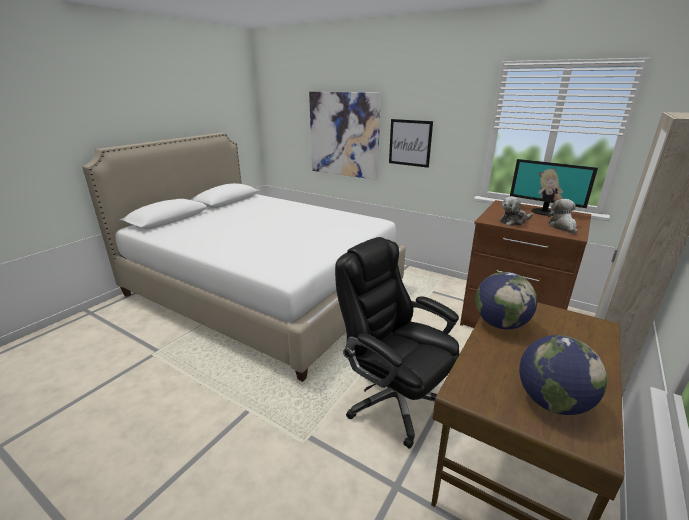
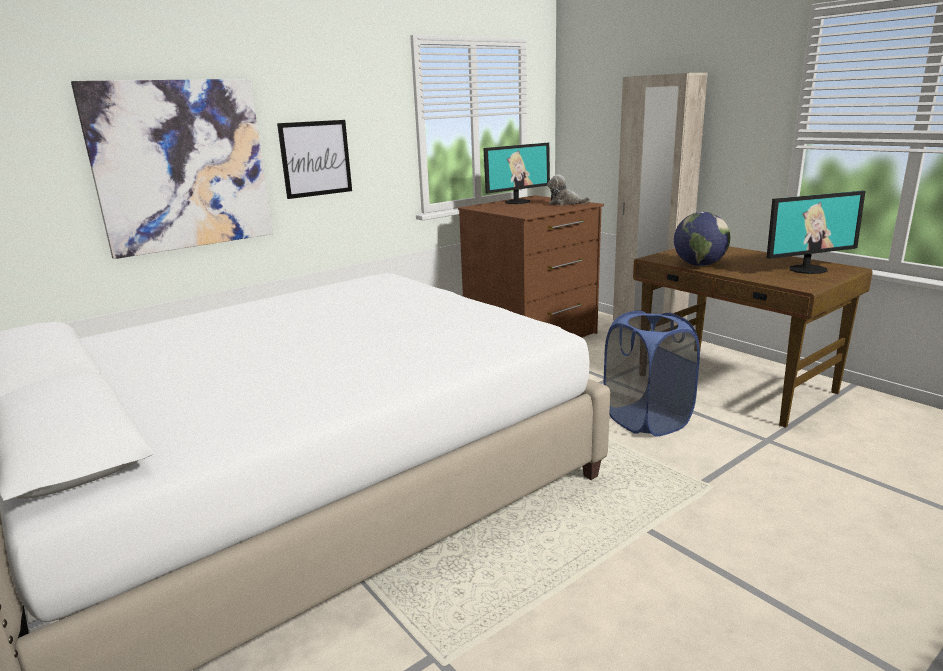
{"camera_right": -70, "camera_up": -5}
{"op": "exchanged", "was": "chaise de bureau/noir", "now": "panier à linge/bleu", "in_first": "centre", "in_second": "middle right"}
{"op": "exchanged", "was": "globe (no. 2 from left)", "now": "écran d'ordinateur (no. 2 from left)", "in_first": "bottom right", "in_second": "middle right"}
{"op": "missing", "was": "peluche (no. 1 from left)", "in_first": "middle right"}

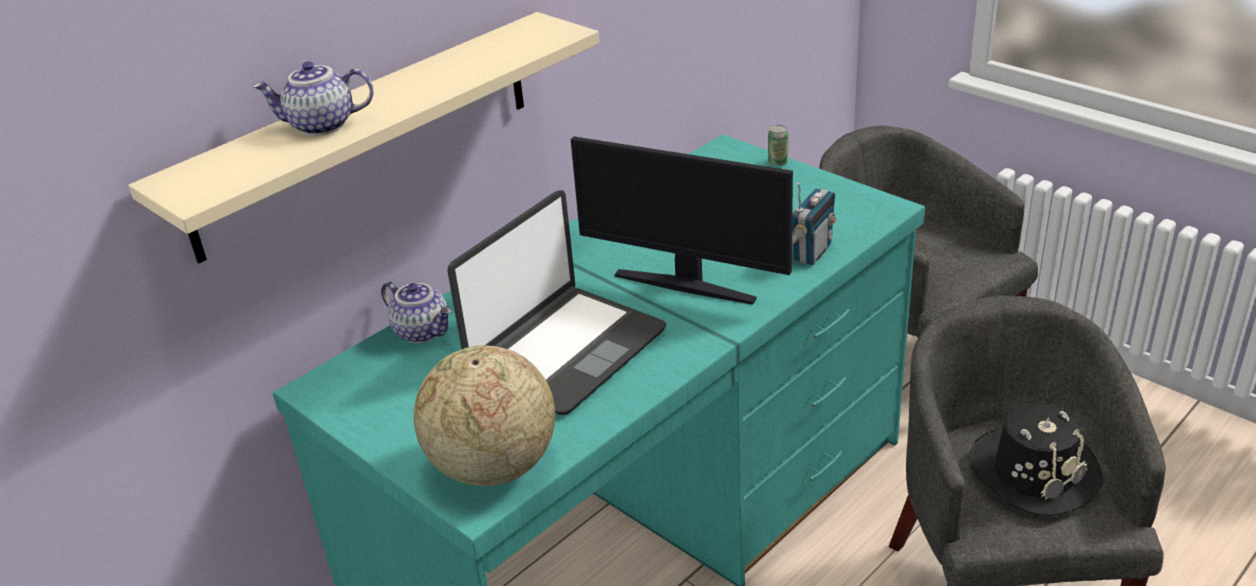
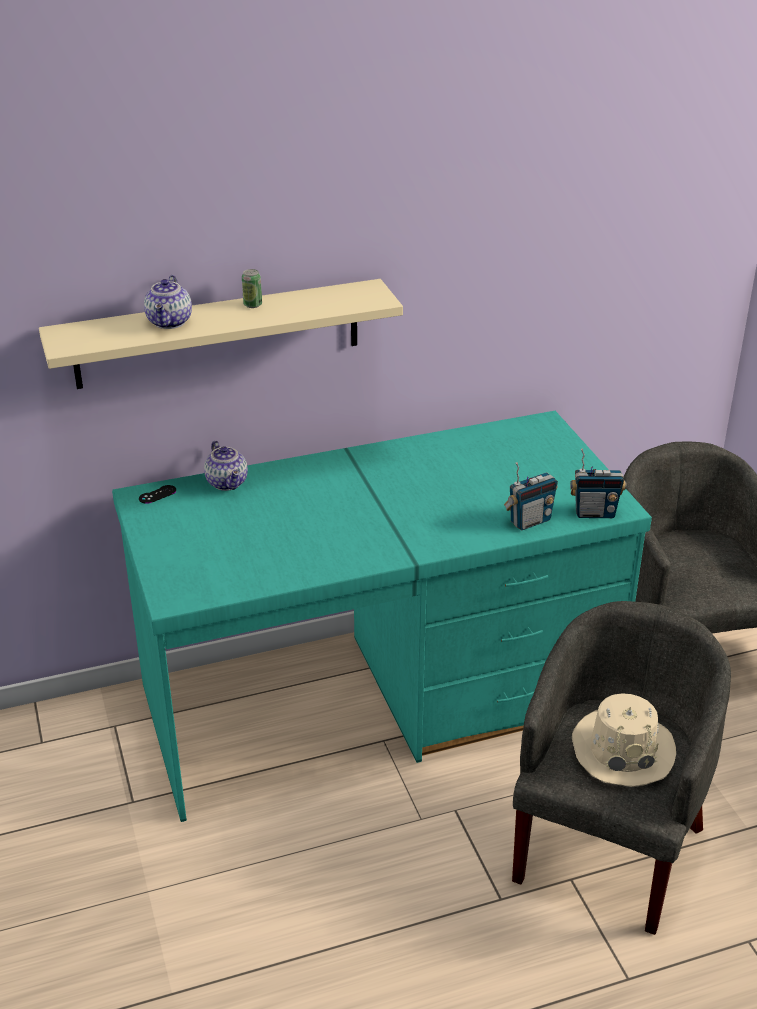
{"camera_right": 25, "camera_up": 0}
{"op": "appeared", "now": "manette/noir", "in_second": "middle left"}
{"op": "spun", "was": "théière (no. 1 from left)", "in_first": "top left", "in_second": "top left", "clockwise": -105}
{"op": "relocated", "was": "boîte métallique", "in_first": "top centre", "in_second": "top left"}
{"op": "appeared", "now": "radio (no. 2 from left)", "in_second": "middle right"}
{"op": "colour", "was": "chapeau/noir", "now": "chapeau/beige", "in_first": "bottom right", "in_second": "bottom right"}
{"op": "missing", "was": "globe", "in_first": "bottom centre"}
{"op": "missing", "was": "ordinateur portable", "in_first": "centre"}
{"op": "missing", "was": "écran d'ordinateur", "in_first": "centre"}

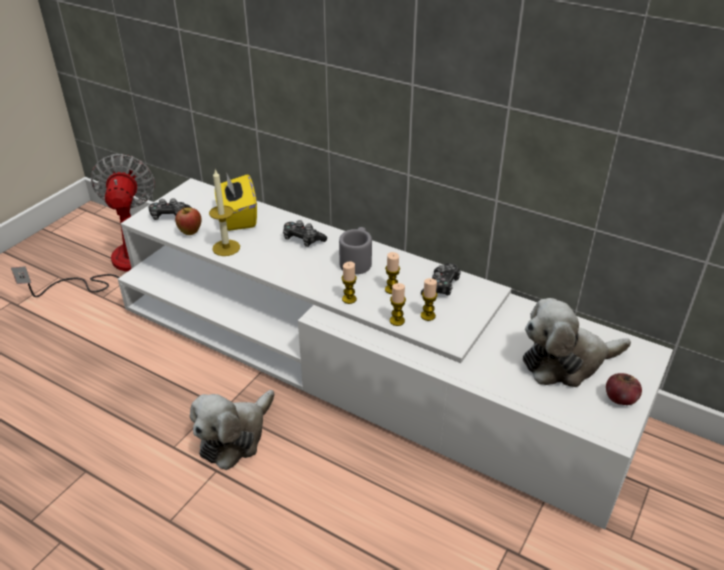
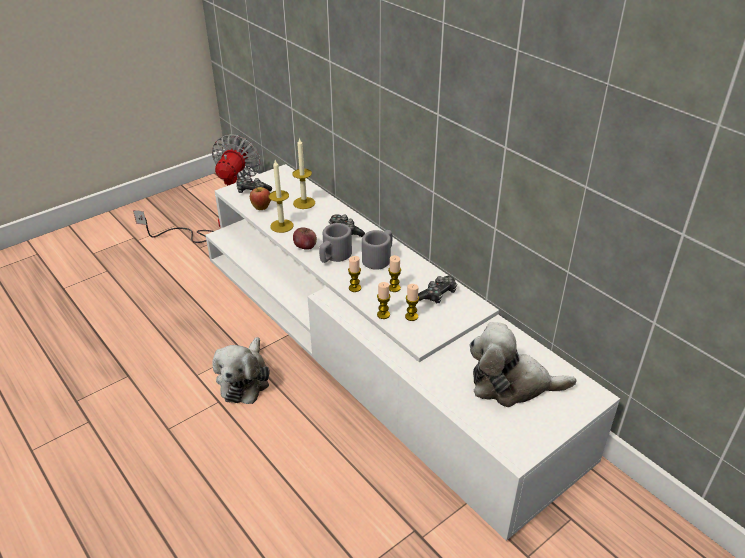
{"camera_right": 20, "camera_up": 0}
{"op": "spun", "was": "peluche (no. 1 from left)", "in_first": "bottom left", "in_second": "middle left", "clockwise": -45}
{"op": "exchanged", "was": "boîte à mouchoirs/jaune", "now": "bougie (no. 2 from left)", "in_first": "middle left", "in_second": "top centre"}
{"op": "relocated", "was": "pomme (no. 2 from left)", "in_first": "bottom right", "in_second": "centre"}
{"op": "appeared", "now": "mug/gris (no. 1 from left)", "in_second": "centre"}

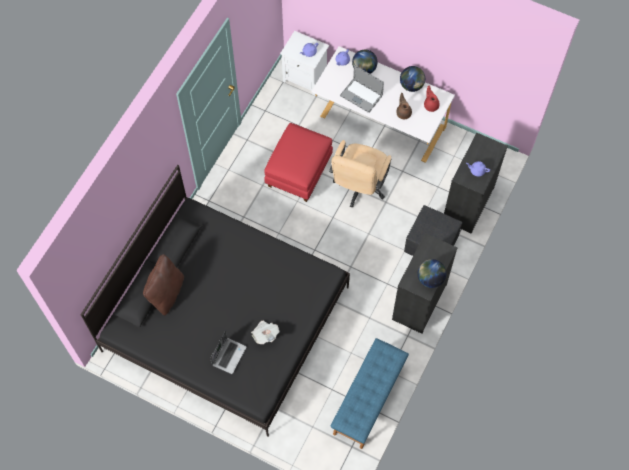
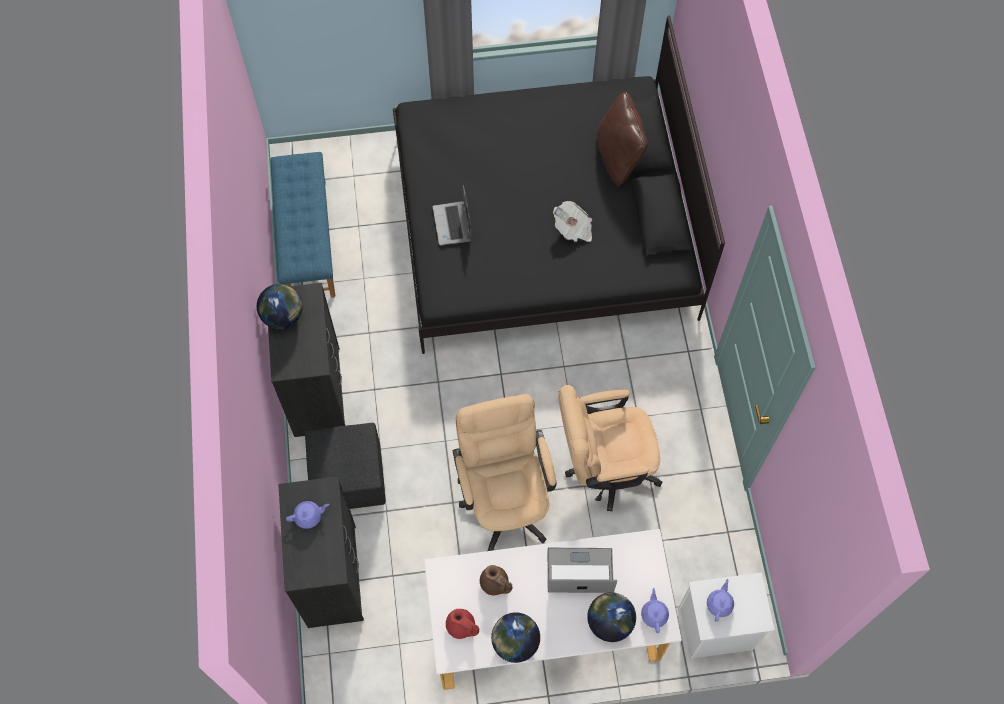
{"camera_right": 145, "camera_up": 0}
{"op": "relocated", "was": "ordinateur portable (no. 1 from left)", "in_first": "bottom centre", "in_second": "top centre"}
{"op": "relocated", "was": "journal", "in_first": "bottom centre", "in_second": "top centre"}
{"op": "exchanged", "was": "pouf/rouge", "now": "chaise de bureau/beige (no. 2 from left)", "in_first": "centre", "in_second": "centre"}

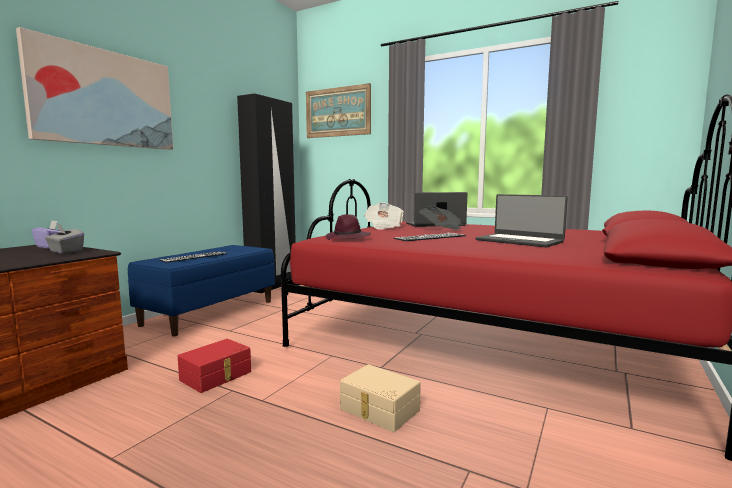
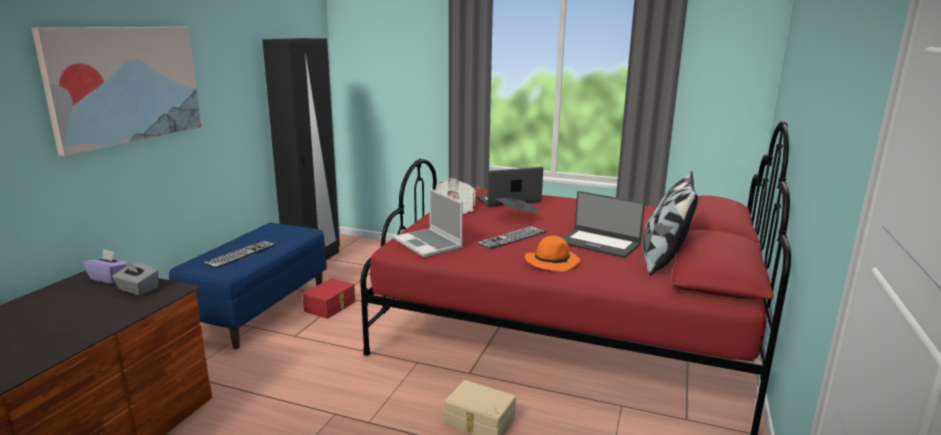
{"camera_right": -10, "camera_up": 10}
{"op": "relocated", "was": "boîte de rangement/rouge", "in_first": "bottom left", "in_second": "bottom centre"}
{"op": "exchanged", "was": "chapeau/violet", "now": "ordinateur portable (no. 1 from left)", "in_first": "centre", "in_second": "centre"}
{"op": "appeared", "now": "chapeau/orange", "in_second": "centre"}
{"op": "appeared", "now": "coussin", "in_second": "middle right"}
{"op": "missing", "was": "tableau (no. 2 from left)", "in_first": "top centre"}

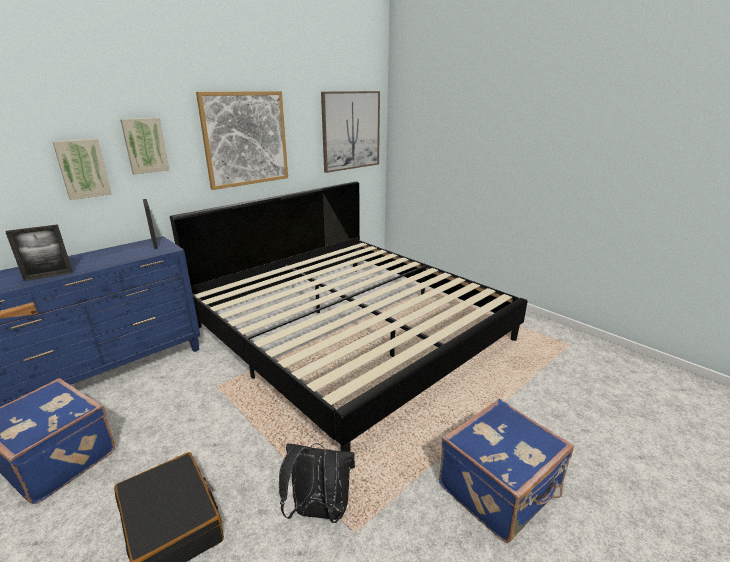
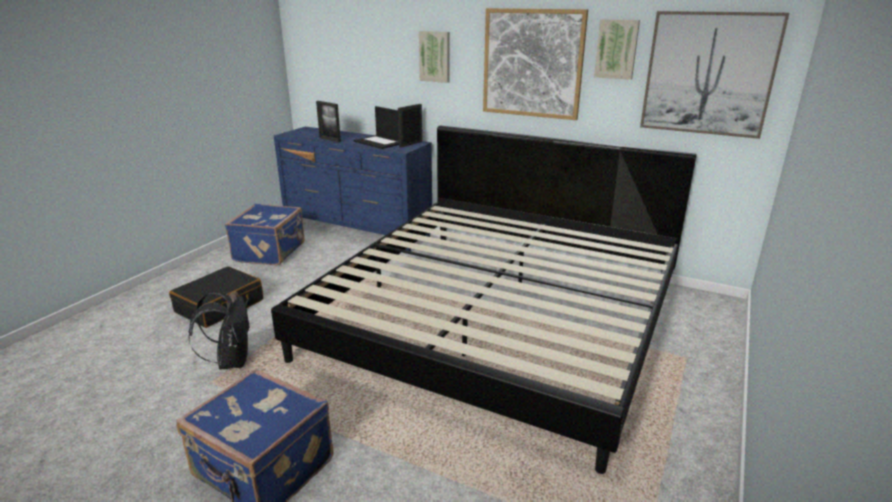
{"camera_right": 70, "camera_up": 0}
{"op": "appeared", "now": "ordinateur portable", "in_second": "top centre"}
{"op": "relocated", "was": "tableau (no. 1 from left in the first image)", "now": "tableau (no. 3 from left)", "in_first": "top left", "in_second": "top right"}

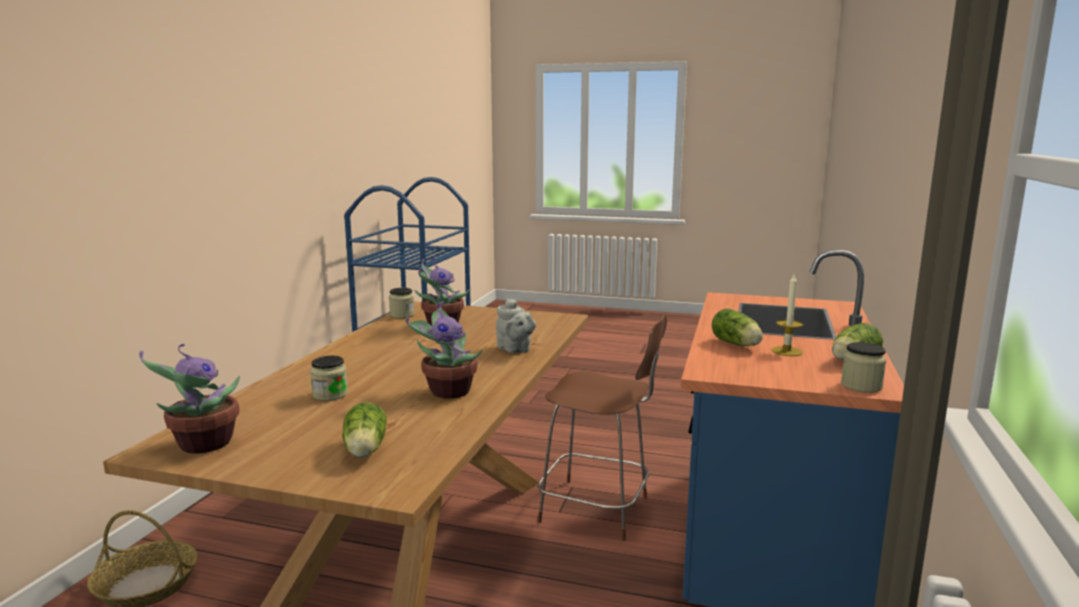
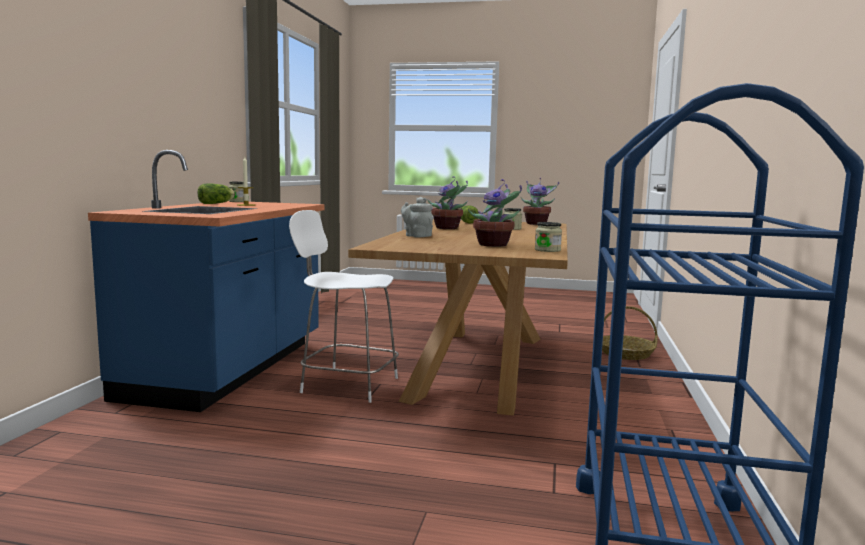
{"camera_right": 175, "camera_up": -5}
{"op": "colour", "was": "chaise/marron", "now": "chaise/blanc", "in_first": "bottom centre", "in_second": "centre"}
{"op": "missing", "was": "laitue (no. 2 from left)", "in_first": "middle right"}

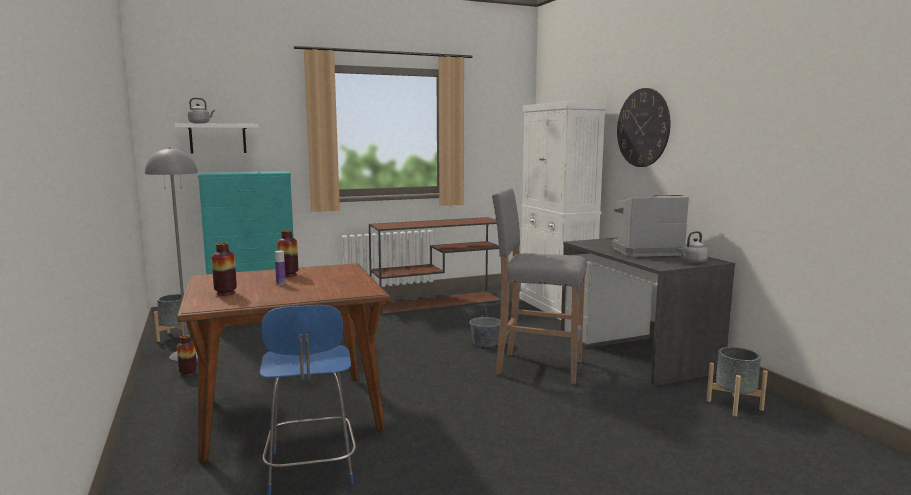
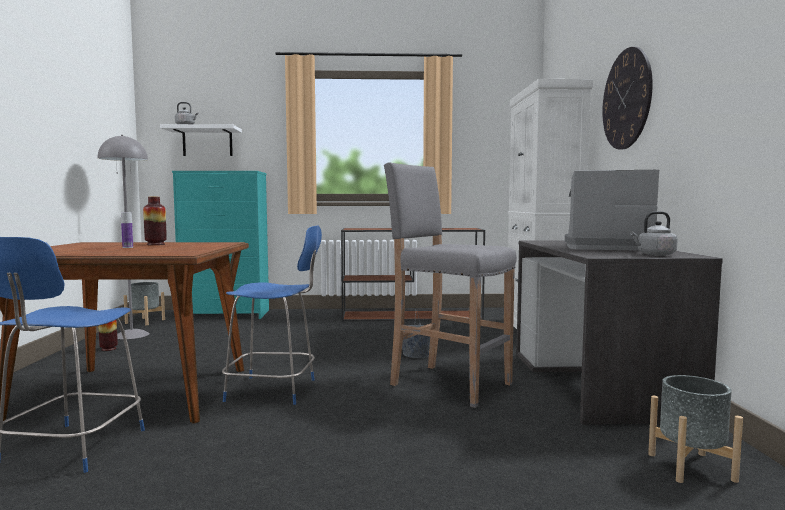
{"camera_right": 20, "camera_up": -5}
{"op": "appeared", "now": "chaise/bleu (no. 2 from left)", "in_second": "centre"}
{"op": "missing", "was": "vase (no. 2 from left)", "in_first": "middle left"}

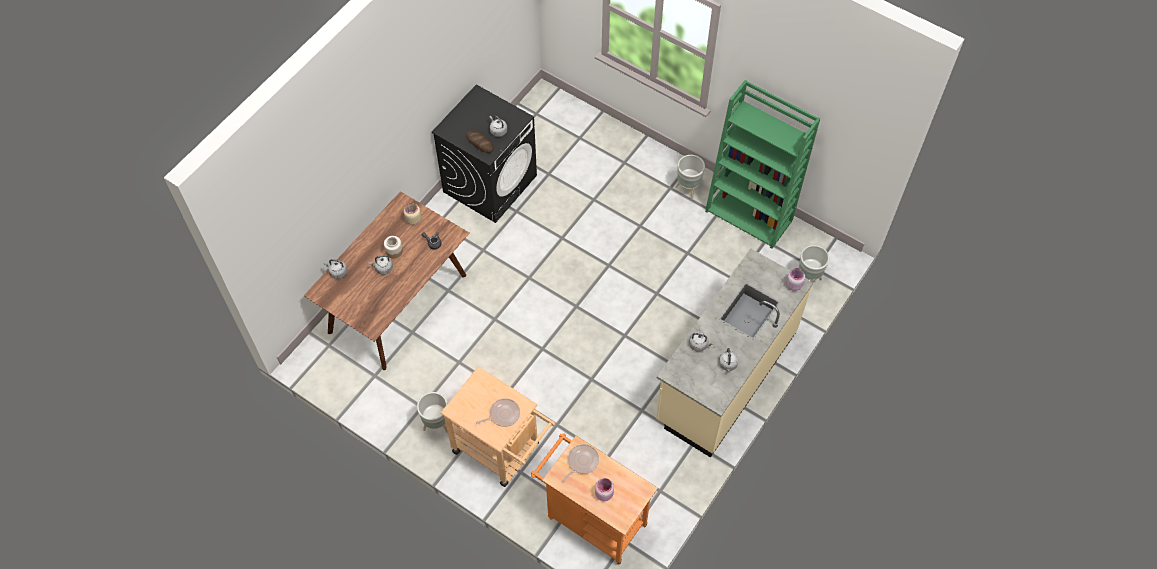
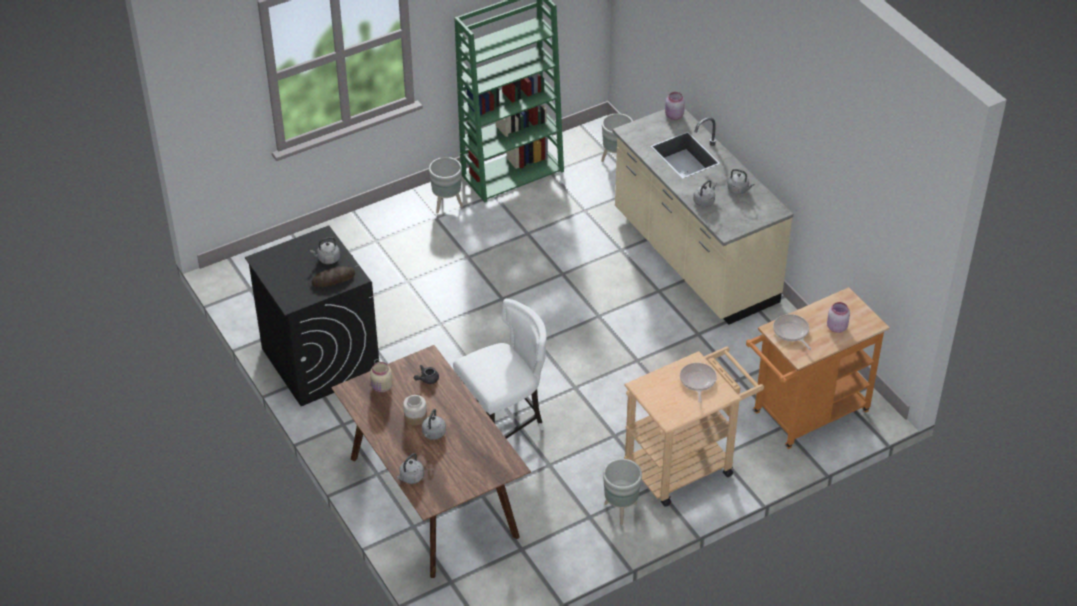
{"camera_right": -65, "camera_up": -15}
{"op": "appeared", "now": "chaise/blanc", "in_second": "centre"}

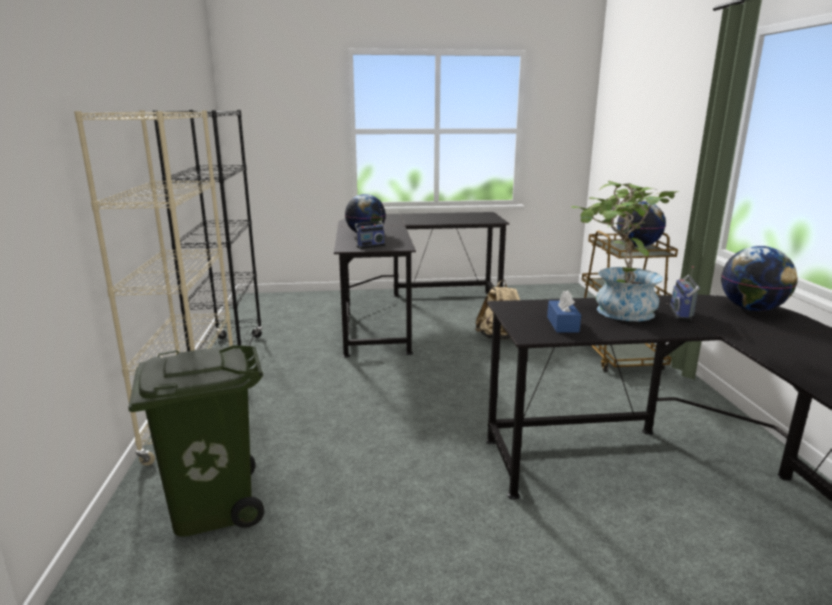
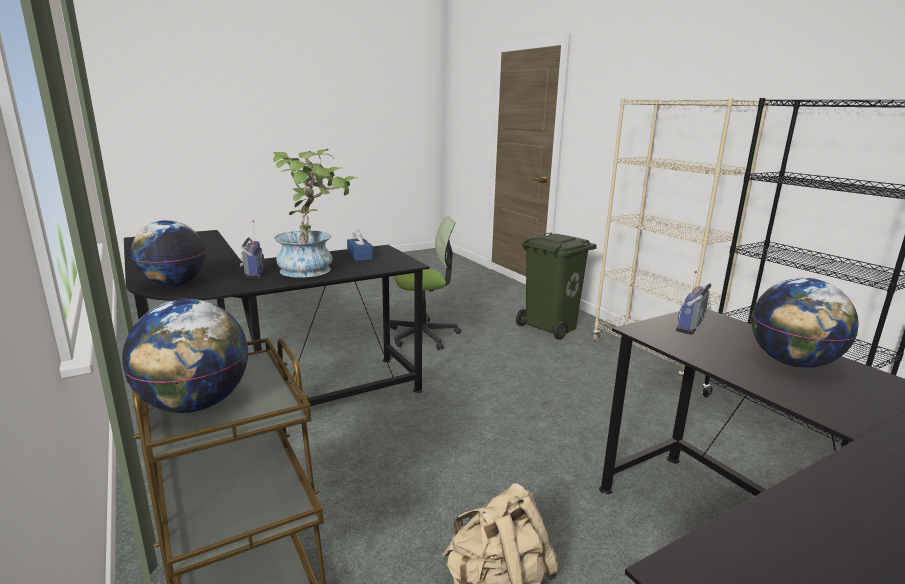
{"camera_right": 155, "camera_up": 0}
{"op": "appeared", "now": "chaise de bureau", "in_second": "centre"}

